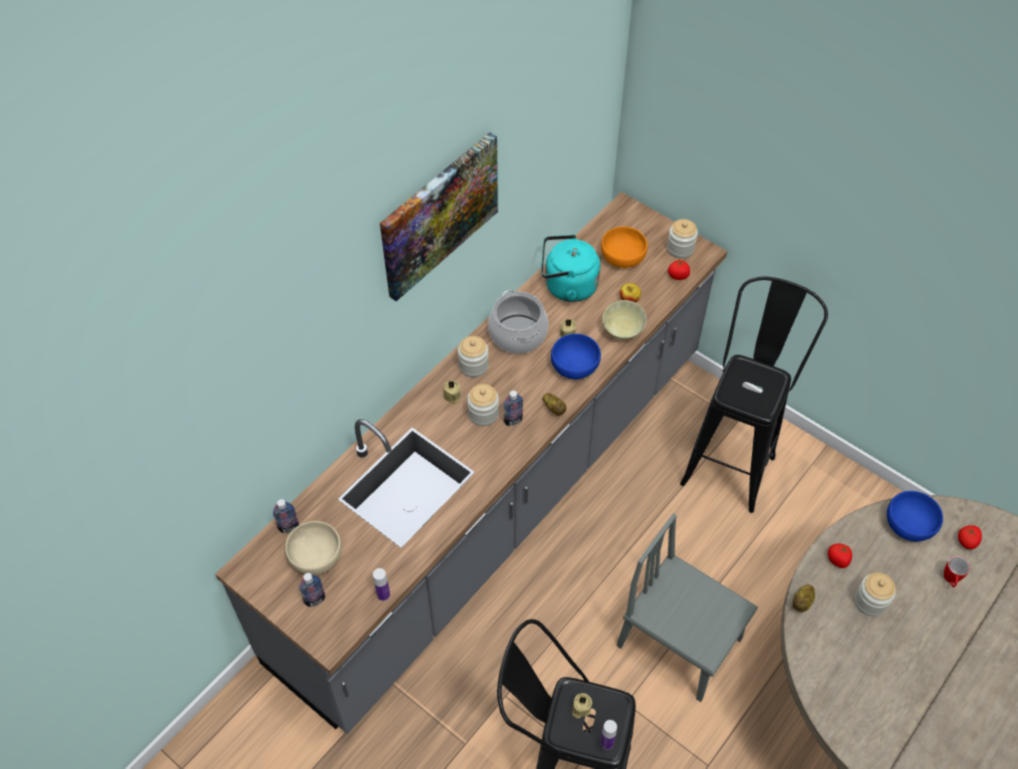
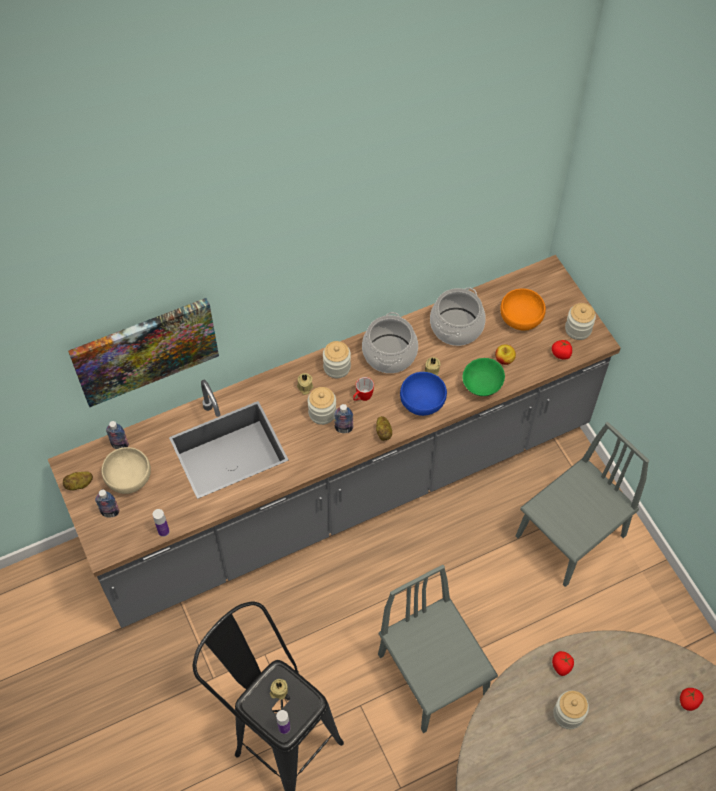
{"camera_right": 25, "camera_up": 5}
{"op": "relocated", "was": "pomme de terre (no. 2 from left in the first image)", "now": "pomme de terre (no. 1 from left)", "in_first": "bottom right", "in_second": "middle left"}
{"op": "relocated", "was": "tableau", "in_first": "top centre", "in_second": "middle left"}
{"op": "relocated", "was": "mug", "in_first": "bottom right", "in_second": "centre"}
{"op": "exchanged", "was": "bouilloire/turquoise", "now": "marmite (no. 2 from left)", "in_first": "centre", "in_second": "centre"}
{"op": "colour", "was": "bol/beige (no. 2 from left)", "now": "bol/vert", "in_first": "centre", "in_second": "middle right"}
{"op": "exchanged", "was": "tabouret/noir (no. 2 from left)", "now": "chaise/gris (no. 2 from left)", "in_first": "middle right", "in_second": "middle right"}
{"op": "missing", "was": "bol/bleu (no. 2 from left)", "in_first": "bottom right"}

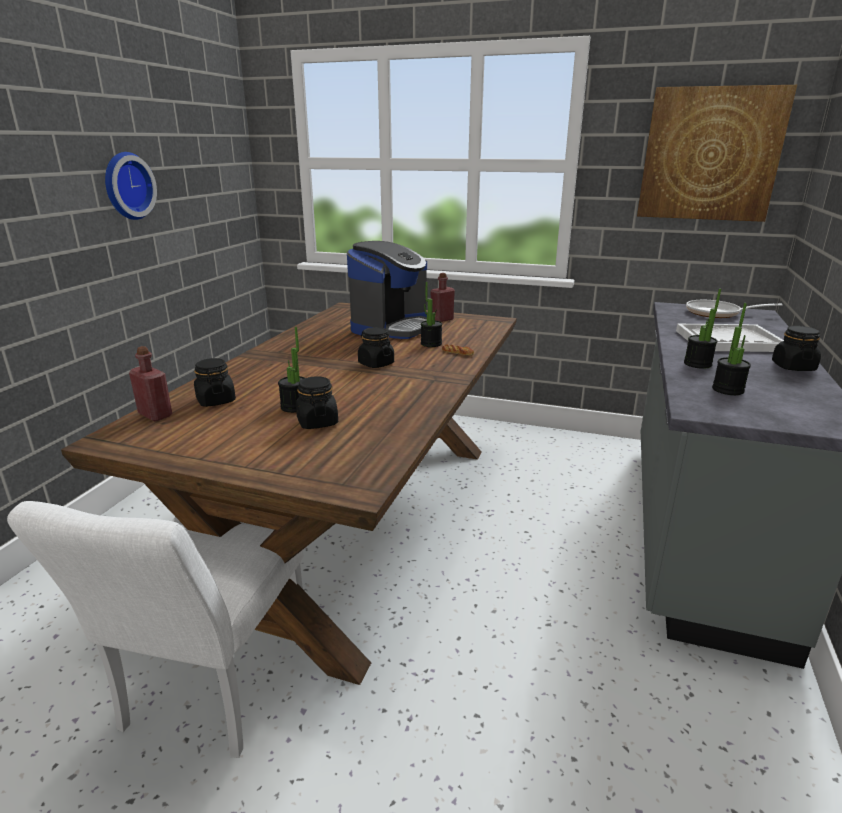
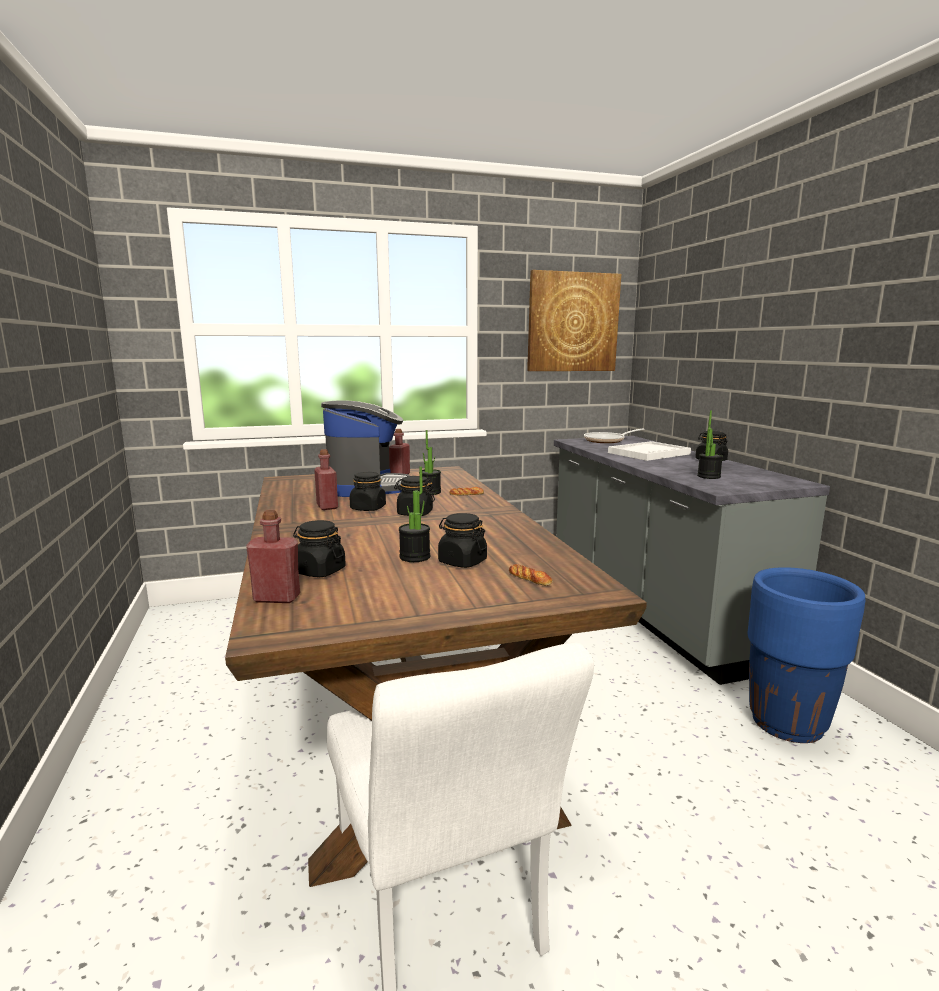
{"camera_right": -35, "camera_up": -10}
{"op": "appeared", "now": "bouteille/rouge (no. 2 from left)", "in_second": "centre"}
{"op": "appeared", "now": "bocal/noir (no. 2 from left)", "in_second": "centre"}
{"op": "appeared", "now": "pain (no. 2 from left)", "in_second": "centre"}
{"op": "appeared", "now": "cache-pot/bleu", "in_second": "middle right"}
{"op": "missing", "was": "horloge murale", "in_first": "top left"}
{"op": "missing", "was": "plante en pot (no. 3 from left)", "in_first": "middle right"}

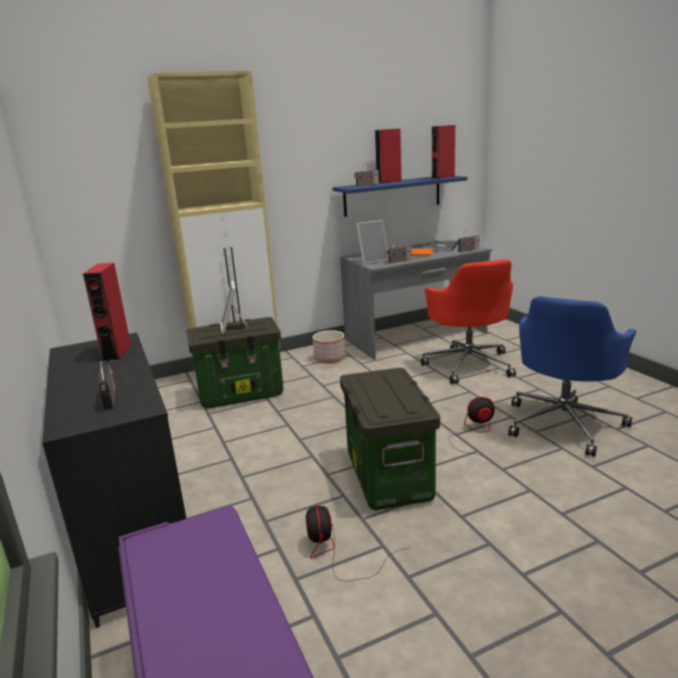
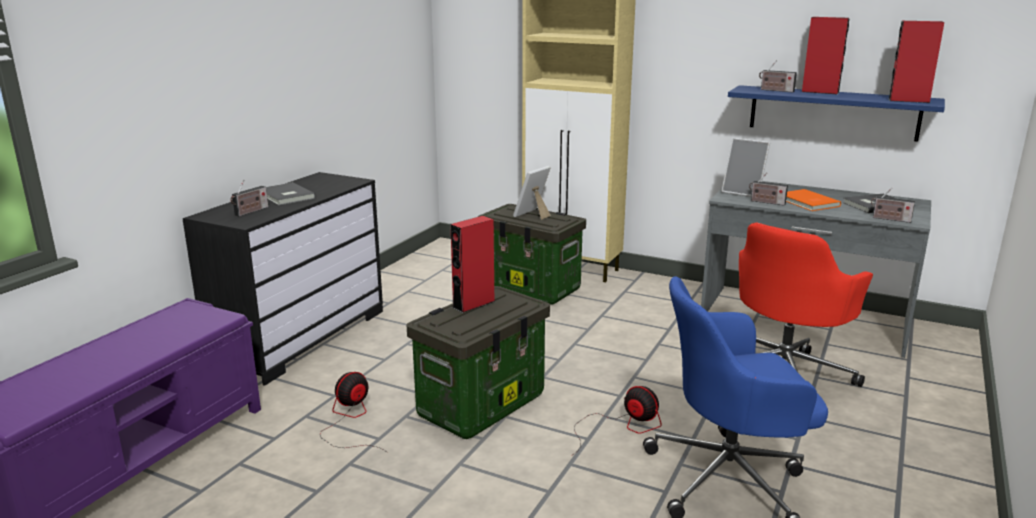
{"camera_right": 50, "camera_up": 0}
{"op": "appeared", "now": "livre/gris (no. 1 from left)", "in_second": "middle left"}
{"op": "relocated", "was": "enceinte/rouge (no. 1 from left)", "in_first": "middle left", "in_second": "centre"}
{"op": "missing", "was": "cache-pot", "in_first": "centre"}

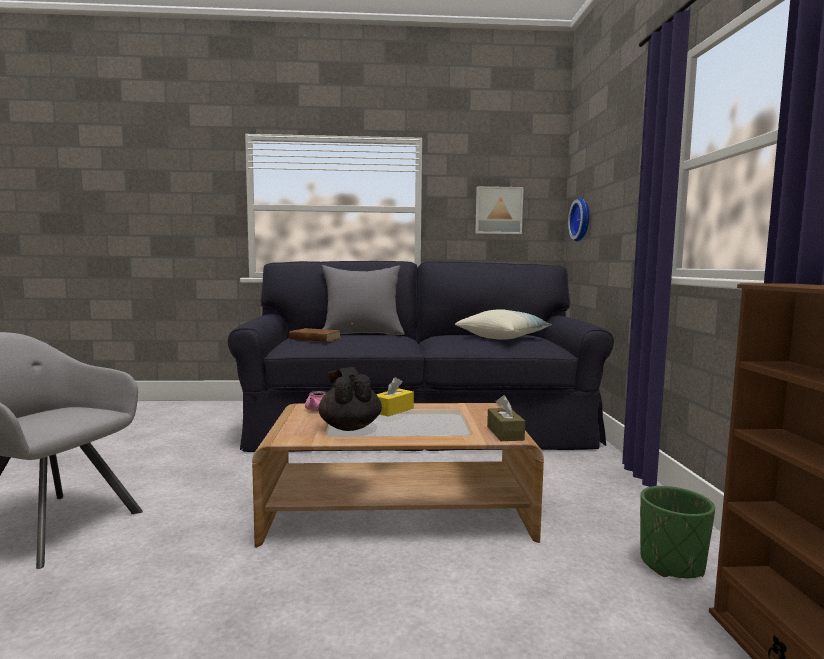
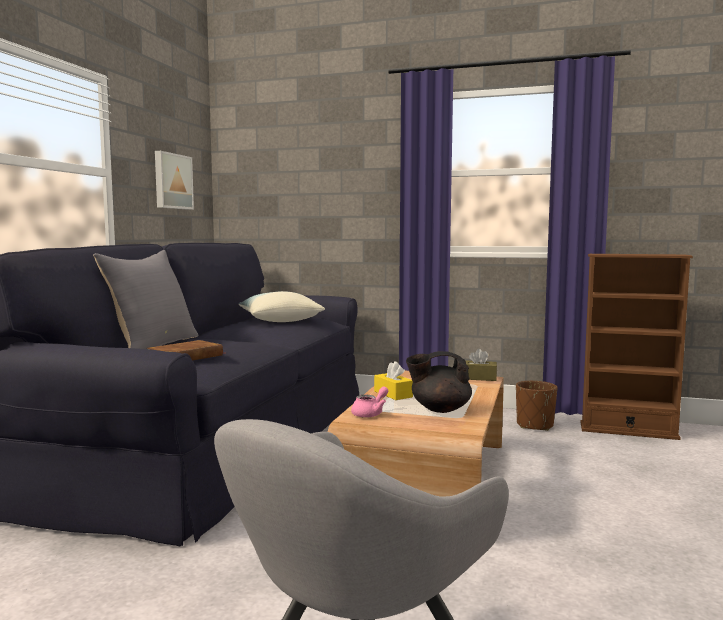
{"camera_right": -70, "camera_up": 0}
{"op": "colour", "was": "cache-pot/vert", "now": "cache-pot/marron", "in_first": "bottom right", "in_second": "middle right"}
{"op": "missing", "was": "horloge murale", "in_first": "top right"}

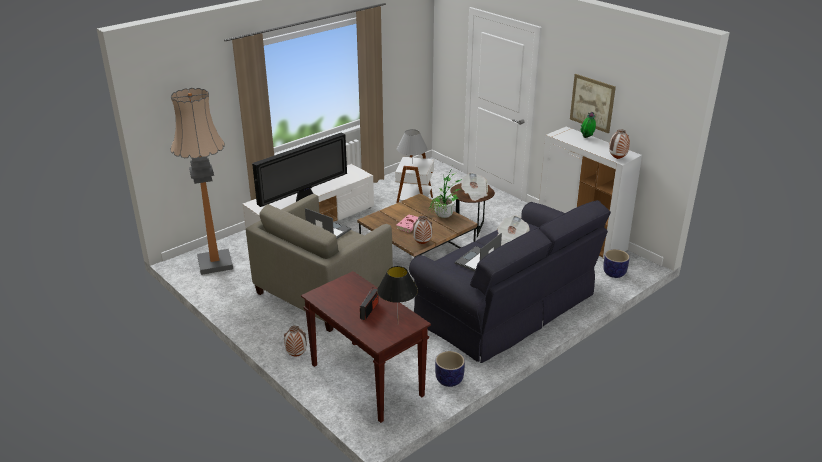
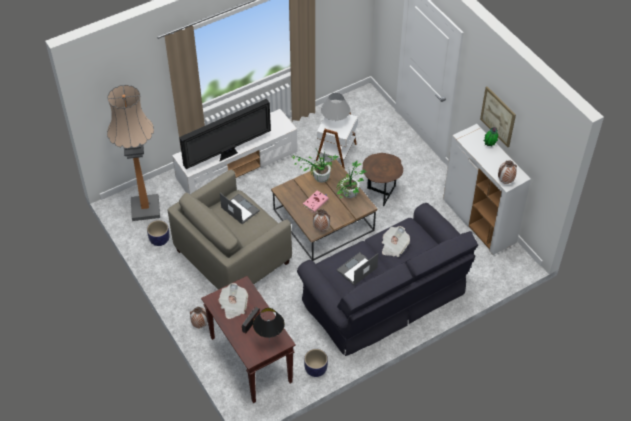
{"camera_right": 10, "camera_up": 20}
{"op": "relocated", "was": "cache-pot (no. 2 from left in the first image)", "now": "cache-pot (no. 1 from left)", "in_first": "middle right", "in_second": "middle left"}
{"op": "relocated", "was": "journal (no. 1 from left)", "in_first": "centre", "in_second": "bottom centre"}
{"op": "appeared", "now": "plante en pot (no. 1 from left)", "in_second": "centre"}

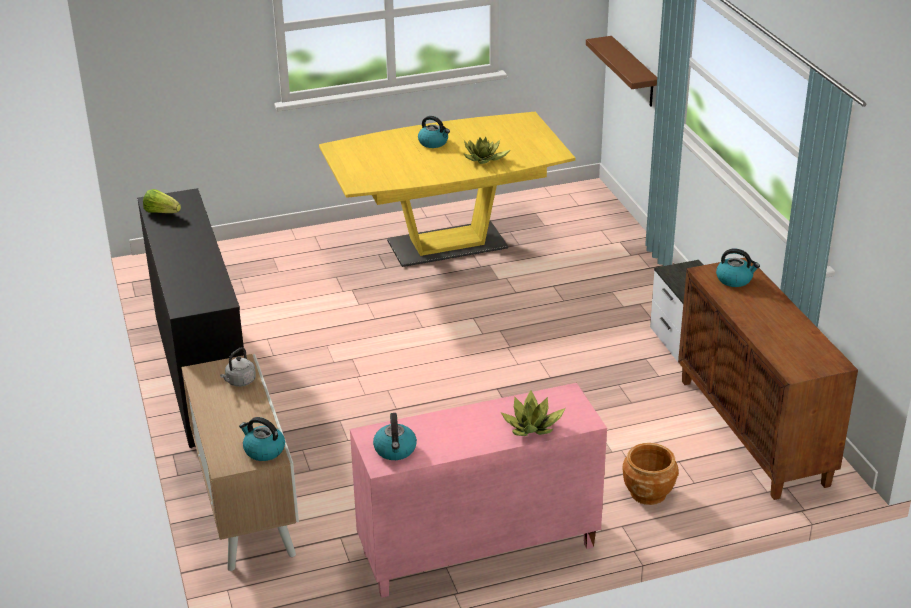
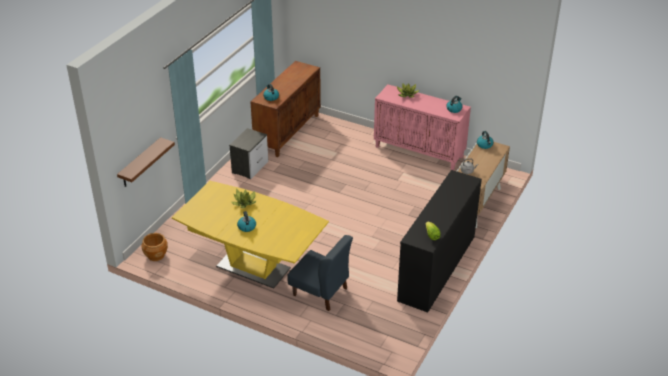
{"camera_right": -135, "camera_up": 5}
{"op": "relocated", "was": "cache-pot/marron", "in_first": "bottom right", "in_second": "middle left"}
{"op": "appeared", "now": "chaise/bleu", "in_second": "bottom centre"}

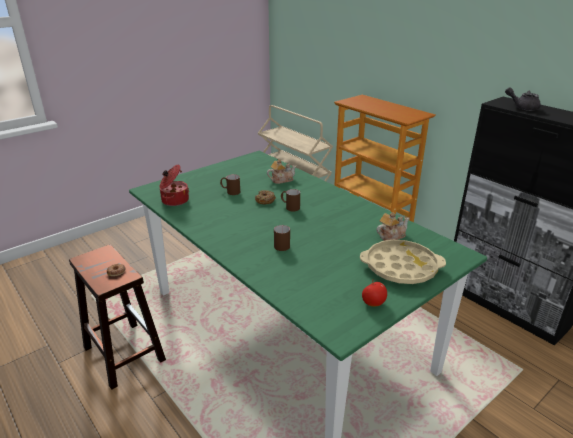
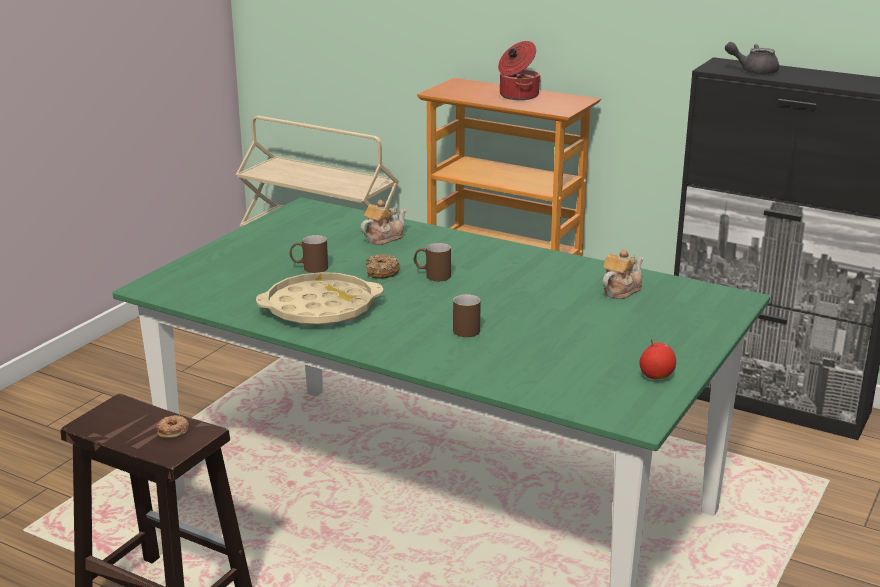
{"camera_right": -20, "camera_up": -5}
{"op": "relocated", "was": "plateau/beige", "in_first": "middle right", "in_second": "centre"}
{"op": "relocated", "was": "marmite", "in_first": "middle left", "in_second": "top centre"}

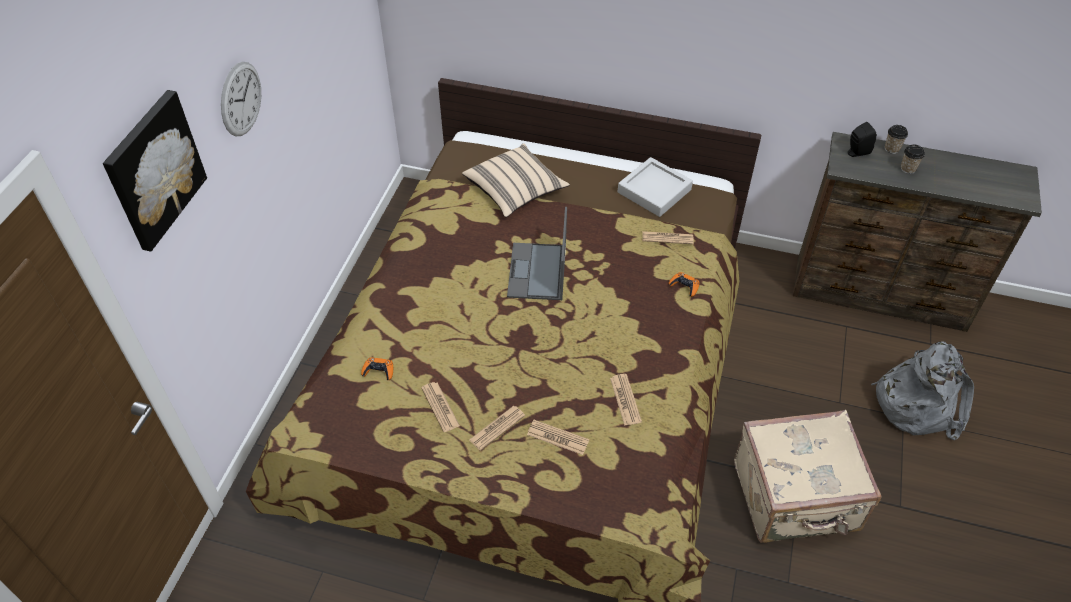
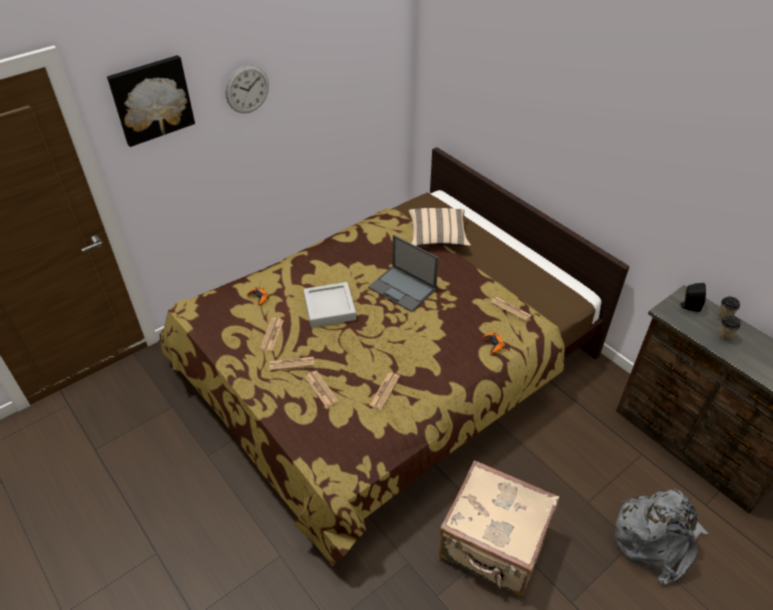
{"camera_right": 35, "camera_up": -5}
{"op": "relocated", "was": "plateau/gris", "in_first": "top centre", "in_second": "centre"}
{"op": "spun", "was": "ordinateur portable", "in_first": "centre", "in_second": "centre", "clockwise": -90}

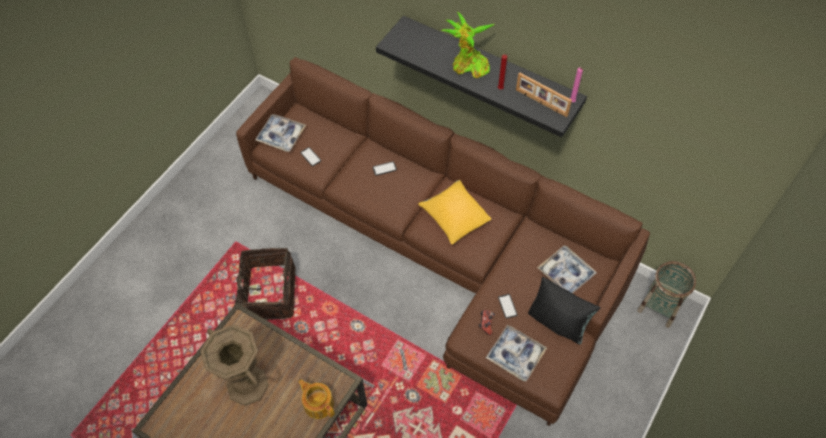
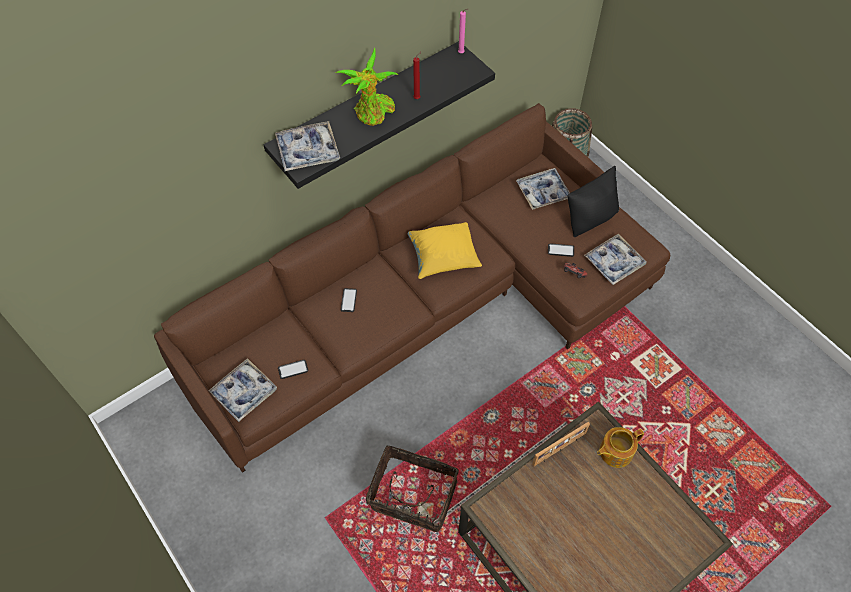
{"camera_right": -70, "camera_up": 0}
{"op": "appeared", "now": "plateau (no. 2 from left)", "in_second": "top centre"}
{"op": "relocated", "was": "cadre photo", "in_first": "top centre", "in_second": "bottom centre"}
{"op": "missing", "was": "vase/marron", "in_first": "bottom left"}

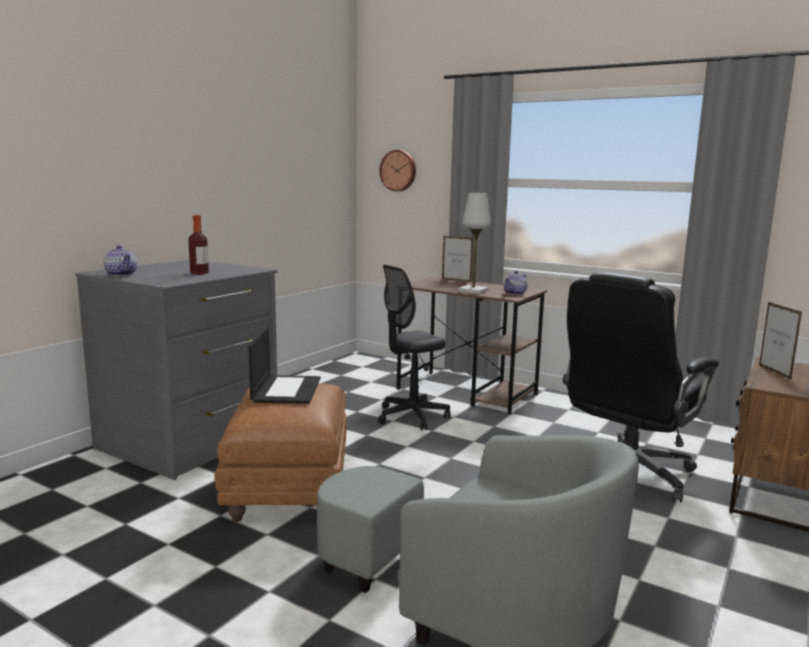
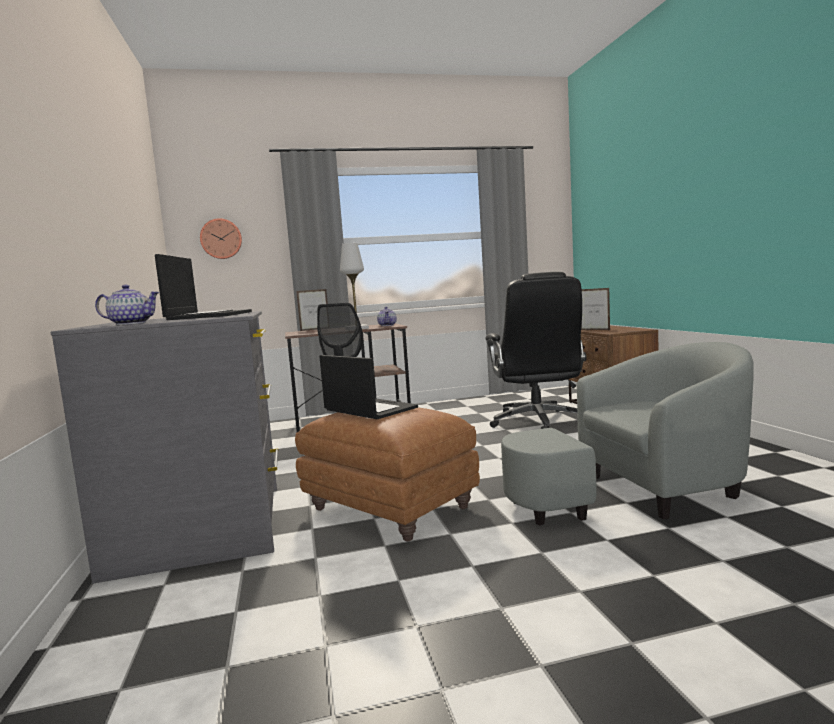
{"camera_right": -45, "camera_up": -5}
{"op": "exchanged", "was": "bouteille", "now": "ordinateur portable (no. 1 from left)", "in_first": "middle left", "in_second": "middle left"}

